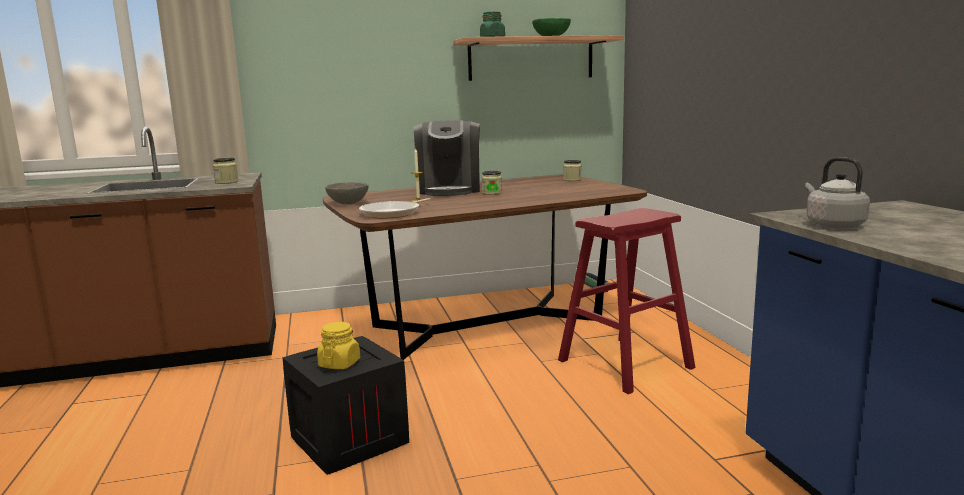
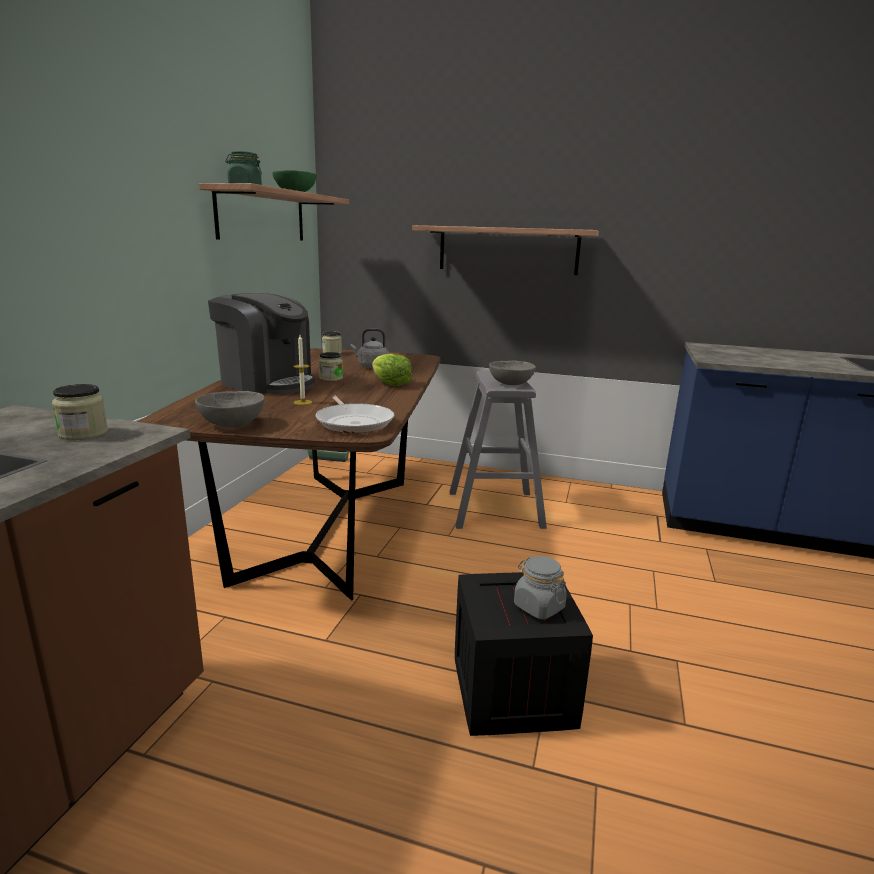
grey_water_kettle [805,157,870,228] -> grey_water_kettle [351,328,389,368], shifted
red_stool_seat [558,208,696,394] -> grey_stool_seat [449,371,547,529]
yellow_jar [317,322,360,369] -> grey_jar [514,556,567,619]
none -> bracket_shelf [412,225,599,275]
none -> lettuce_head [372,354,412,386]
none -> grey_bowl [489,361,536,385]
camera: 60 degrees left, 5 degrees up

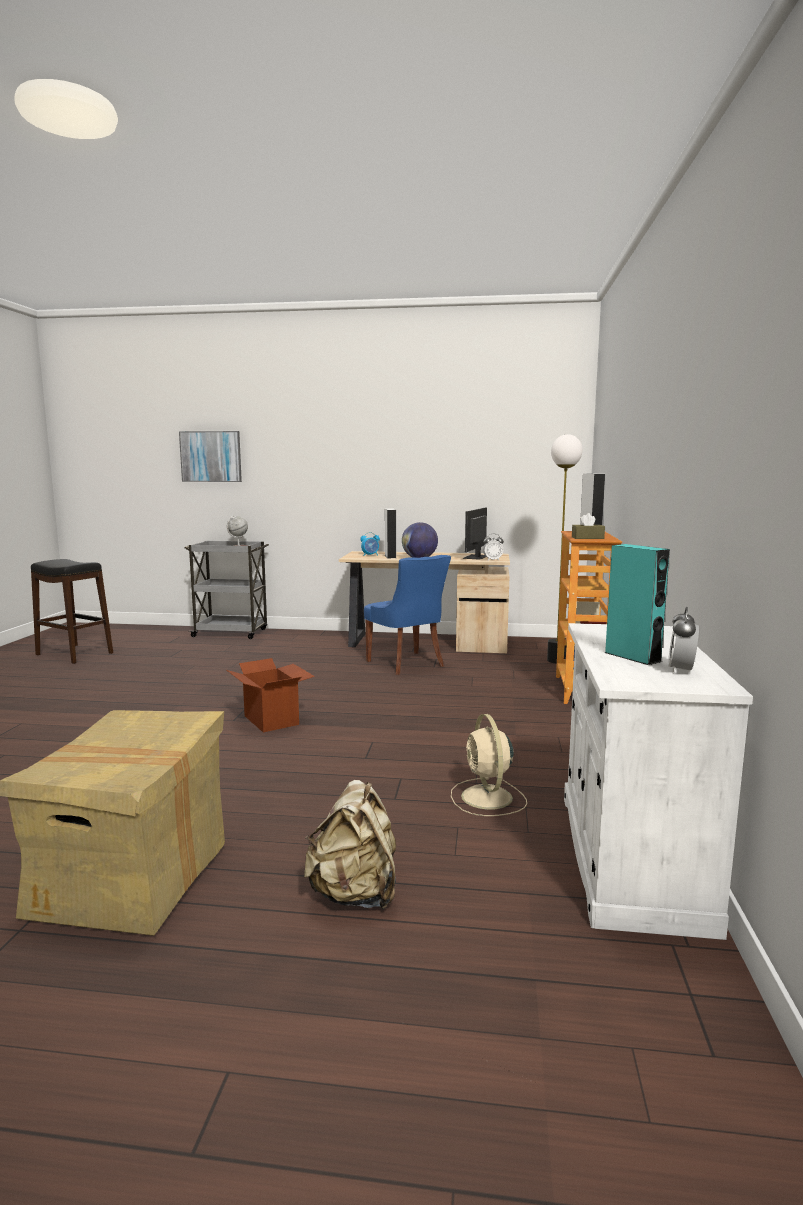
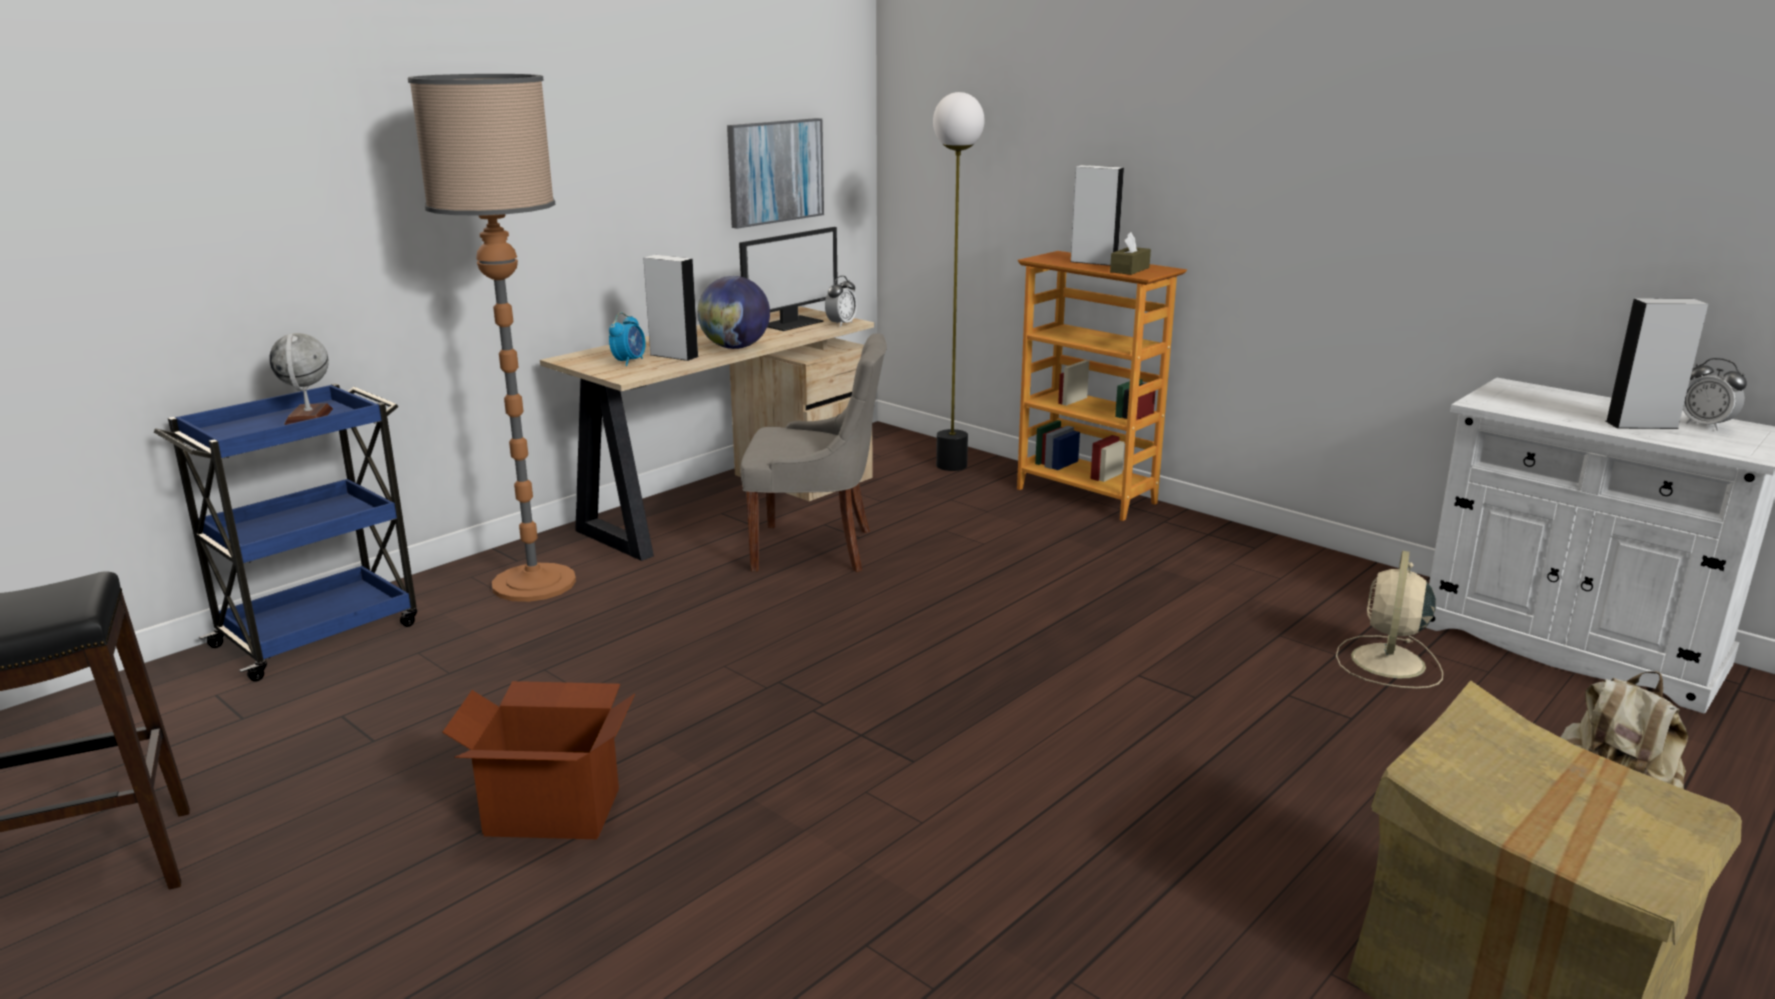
wall_art [179,431,242,482] -> wall_art [727,118,824,229], shifted
computer_display [463,508,487,560] -> computer_display [739,227,838,331], 105 degrees counterclockwise
grey_wheeled_cart [184,541,269,639] -> blue-coloured_wheeled_cart [154,383,417,682]
blue-green_loudspeaker [605,544,670,665] -> grey_loudspeaker [1606,298,1708,429]
blue-coloured_upright_chair [364,555,451,675] -> grey_upright_chair [740,333,887,572]
packing_box [227,658,315,732] -> packing_box [442,681,635,839], shifted
beige_cooling_fan [451,714,527,816] -> beige_cooling_fan [1336,551,1443,688], 90 degrees clockwise
none -> floor_lamp [408,74,576,602]
camera: 55 degrees left, 10 degrees up

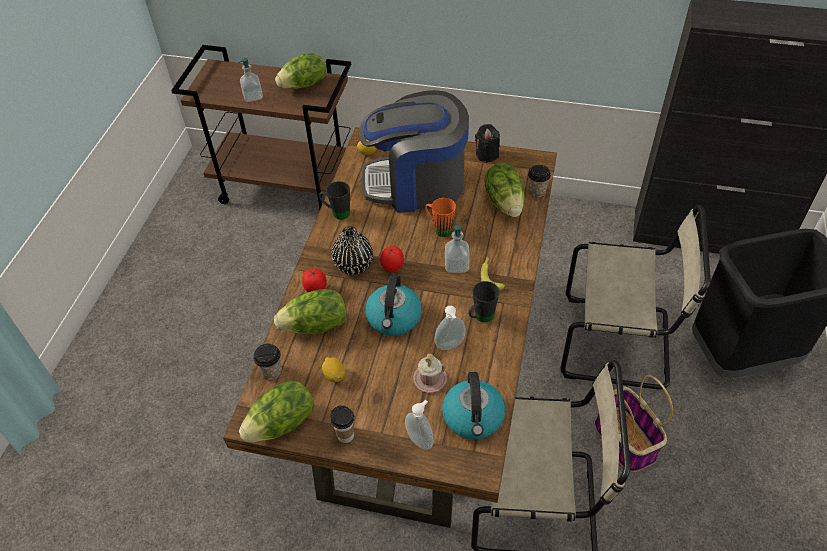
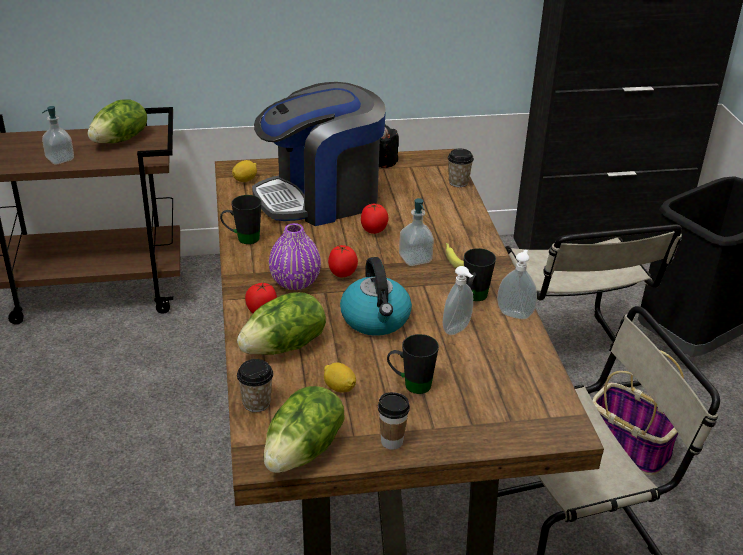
lettuce_head [485,163,525,217] -> none
orange_coffee_mug [425,198,456,237] -> tomato [361,204,388,234]
beige_upright_chair [560,205,711,389] -> beige_upright_chair [505,224,682,392], 90 degrees clockwise
black_flower_vase [332,226,373,275] -> purplish_flower_vase [269,223,321,290]
pink_coffee_mug [413,354,447,393] -> none
water_kettle [442,372,505,439] -> none
soap_dispenser [405,400,434,450] -> soap_dispenser [497,250,537,319], shifted
none -> black_coffee_mug [387,334,439,394]
camera: 25 degrees left, 15 degrees down

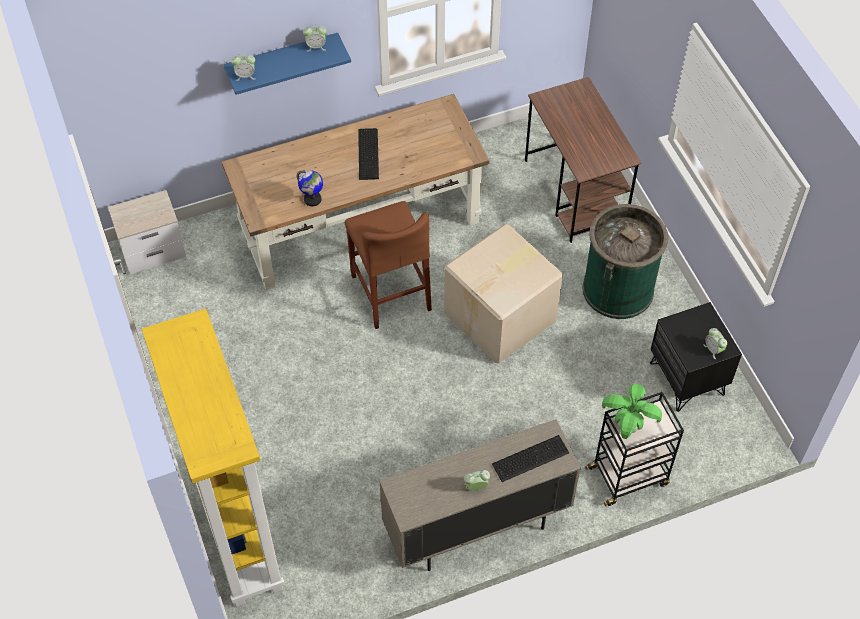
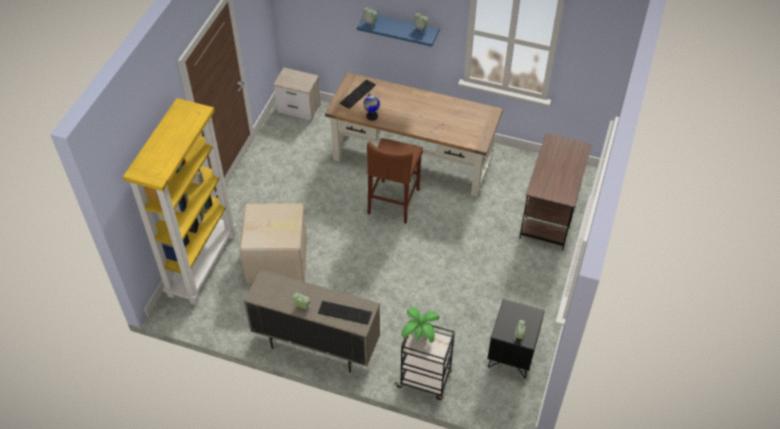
keyboard [358,128,379,180] -> keyboard [339,80,376,109], shifted
green-coloured_trash_can [582,204,668,319] -> none
packing_box [444,224,563,363] -> packing_box [239,203,307,284], shifted
camera: 40 degrees right, 5 degrees down

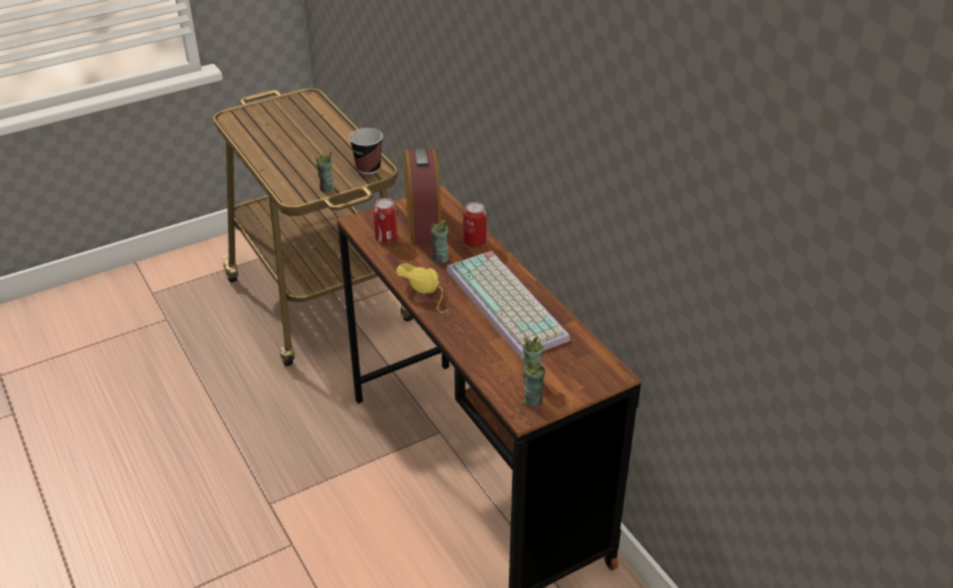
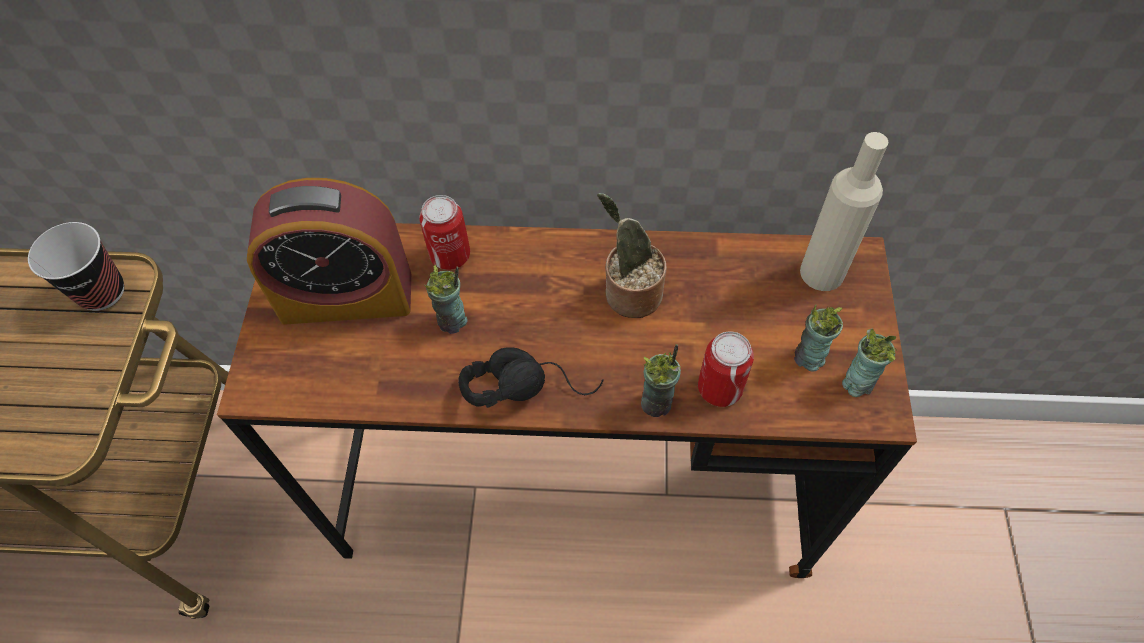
alarm_clock [404,146,441,245] -> alarm_clock [247,178,411,325], 150 degrees clockwise
drinking_cup [316,152,334,193] -> drinking_cup [641,344,681,417], shifted
metal_can [373,198,398,243] -> metal_can [698,332,754,407], shifted
keyboard [447,251,570,359] -> plant_in_a_pot [597,193,667,318]
yellow_headset [396,263,448,313] -> black_headset [458,347,604,408]
none -> beige_drink_bottle [800,132,888,291]
camera: 55 degrees left, 20 degrees up

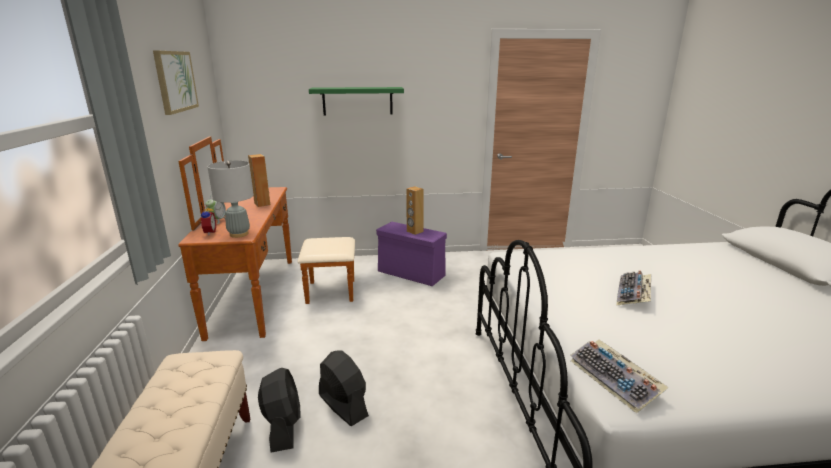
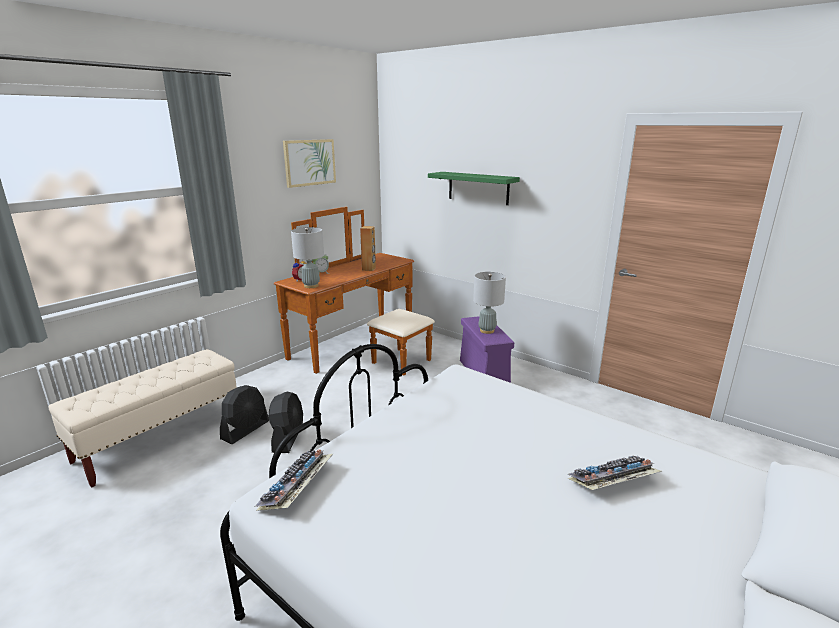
brown-coloured_loudspeaker [406,186,423,235] -> grey_tabletop_lamp [473,272,506,334]
keyboard [616,271,651,305] -> keyboard [567,456,662,490], shifted
camera: 45 degrees right, 0 degrees up

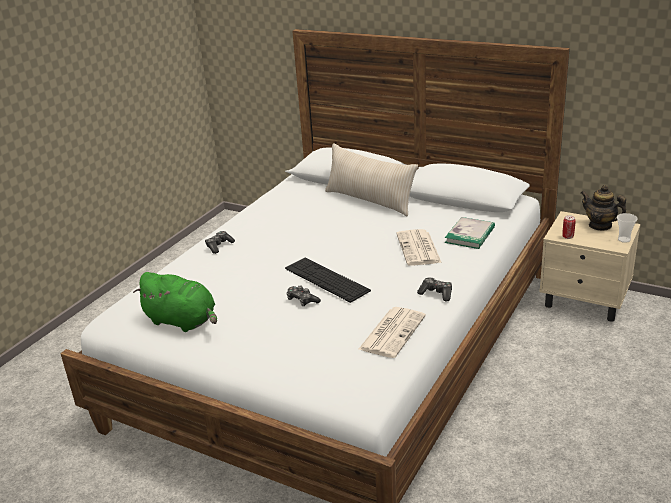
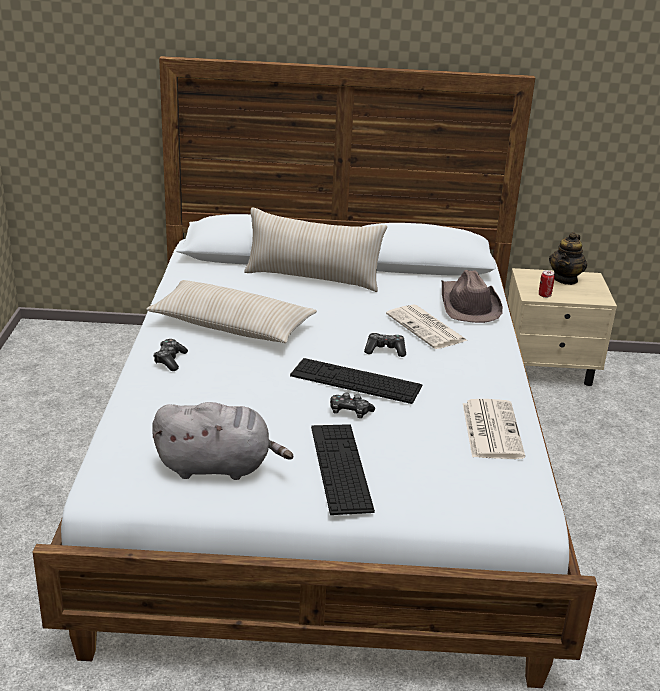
tea_pot [581,185,626,231] -> tea_pot [549,232,587,285], 75 degrees counterclockwise
drinking_cup [617,213,638,243] -> none
volume [445,217,495,249] -> brown-coloured_clothing_hat [441,270,503,323]
green-coloured_cuddly_toy [133,272,217,332] -> grey_cuddly_toy [152,402,293,480]
gamepad [417,278,452,302] -> gamepad [364,333,406,357], shifted
none -> beige_throw_pillow [146,280,317,343]
none -> keyboard [311,424,375,515]
camera: 30 degrees left, 0 degrees up

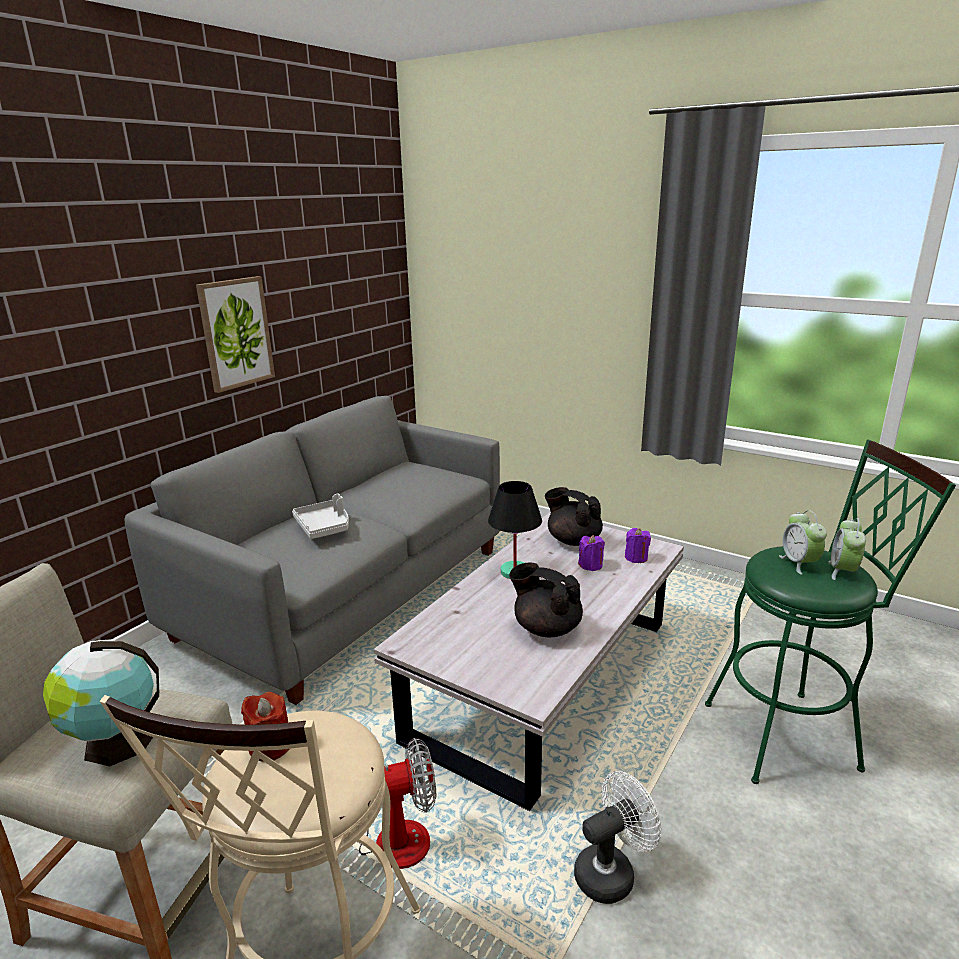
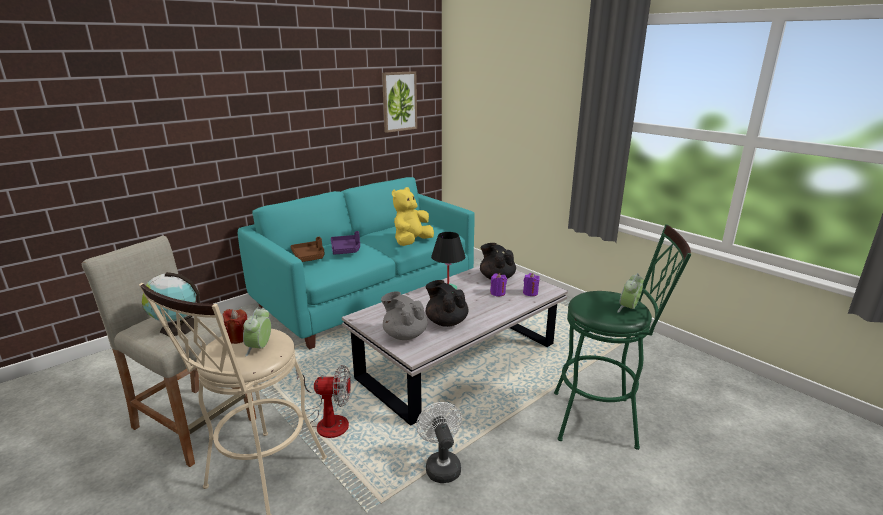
wall_art [196,276,275,393] -> wall_art [382,71,417,133], shifted
grey_couch [125,396,500,705] -> blue-green_couch [238,177,475,349]
grey_tray [292,494,349,539] -> purplish_tray [331,231,360,254]
alarm_clock [779,510,827,575] -> alarm_clock [243,307,271,357], shifted
whitish_cooling_fan [574,771,661,904] -> whitish_cooling_fan [416,402,462,483], 90 degrees counterclockwise
none -> yellow_cuddly_toy [392,187,434,246]
none -> brown-coloured_tray [291,237,324,262]
none -> grey_tea_pot [381,291,428,340]
camera: 15 degrees right, 0 degrees up

